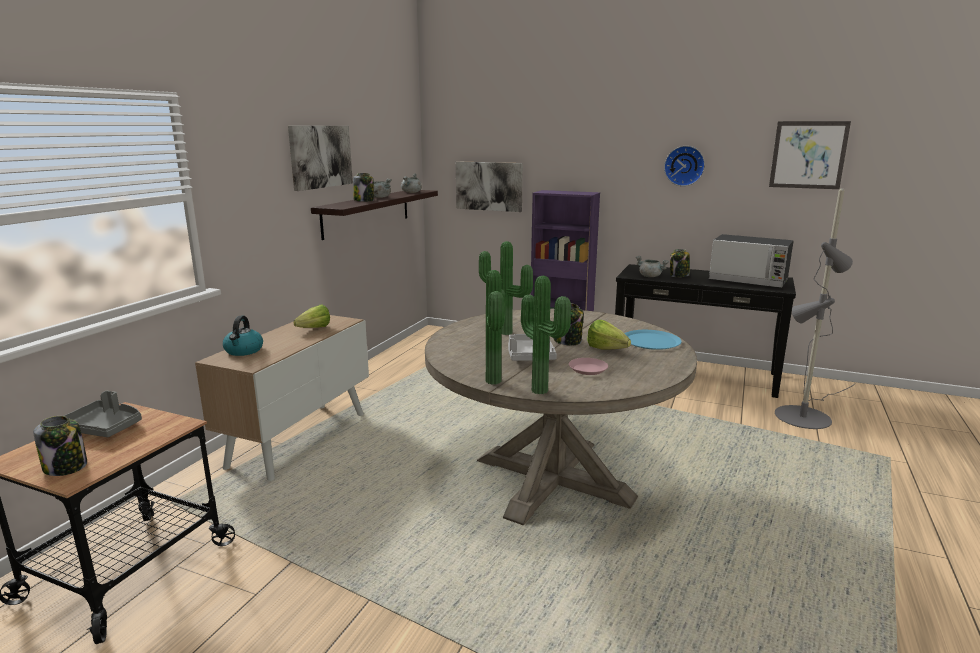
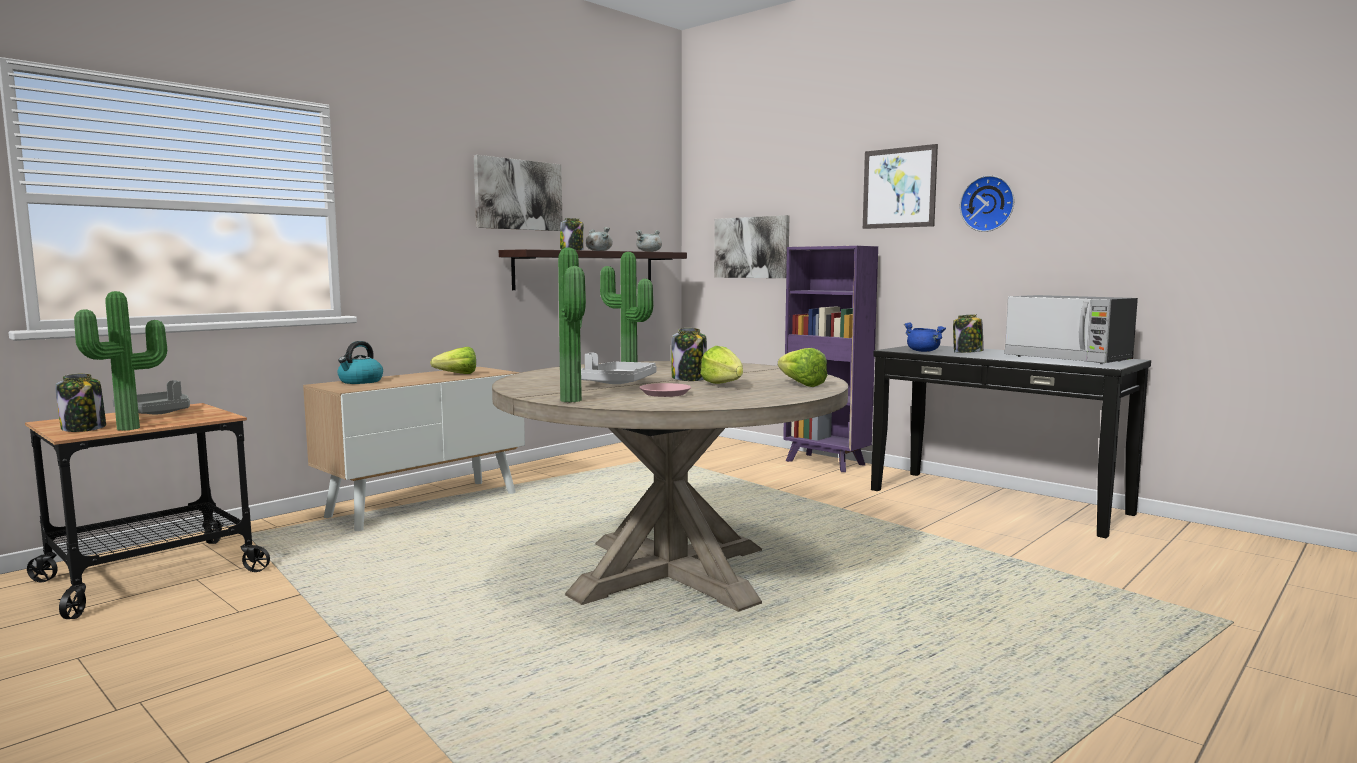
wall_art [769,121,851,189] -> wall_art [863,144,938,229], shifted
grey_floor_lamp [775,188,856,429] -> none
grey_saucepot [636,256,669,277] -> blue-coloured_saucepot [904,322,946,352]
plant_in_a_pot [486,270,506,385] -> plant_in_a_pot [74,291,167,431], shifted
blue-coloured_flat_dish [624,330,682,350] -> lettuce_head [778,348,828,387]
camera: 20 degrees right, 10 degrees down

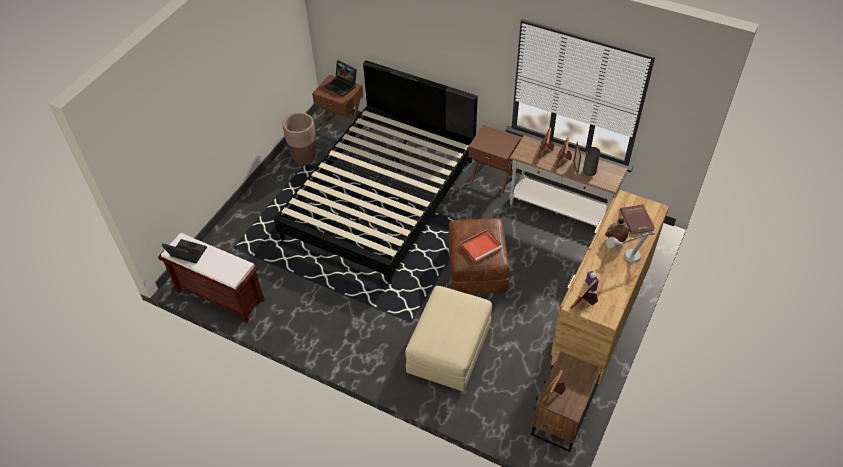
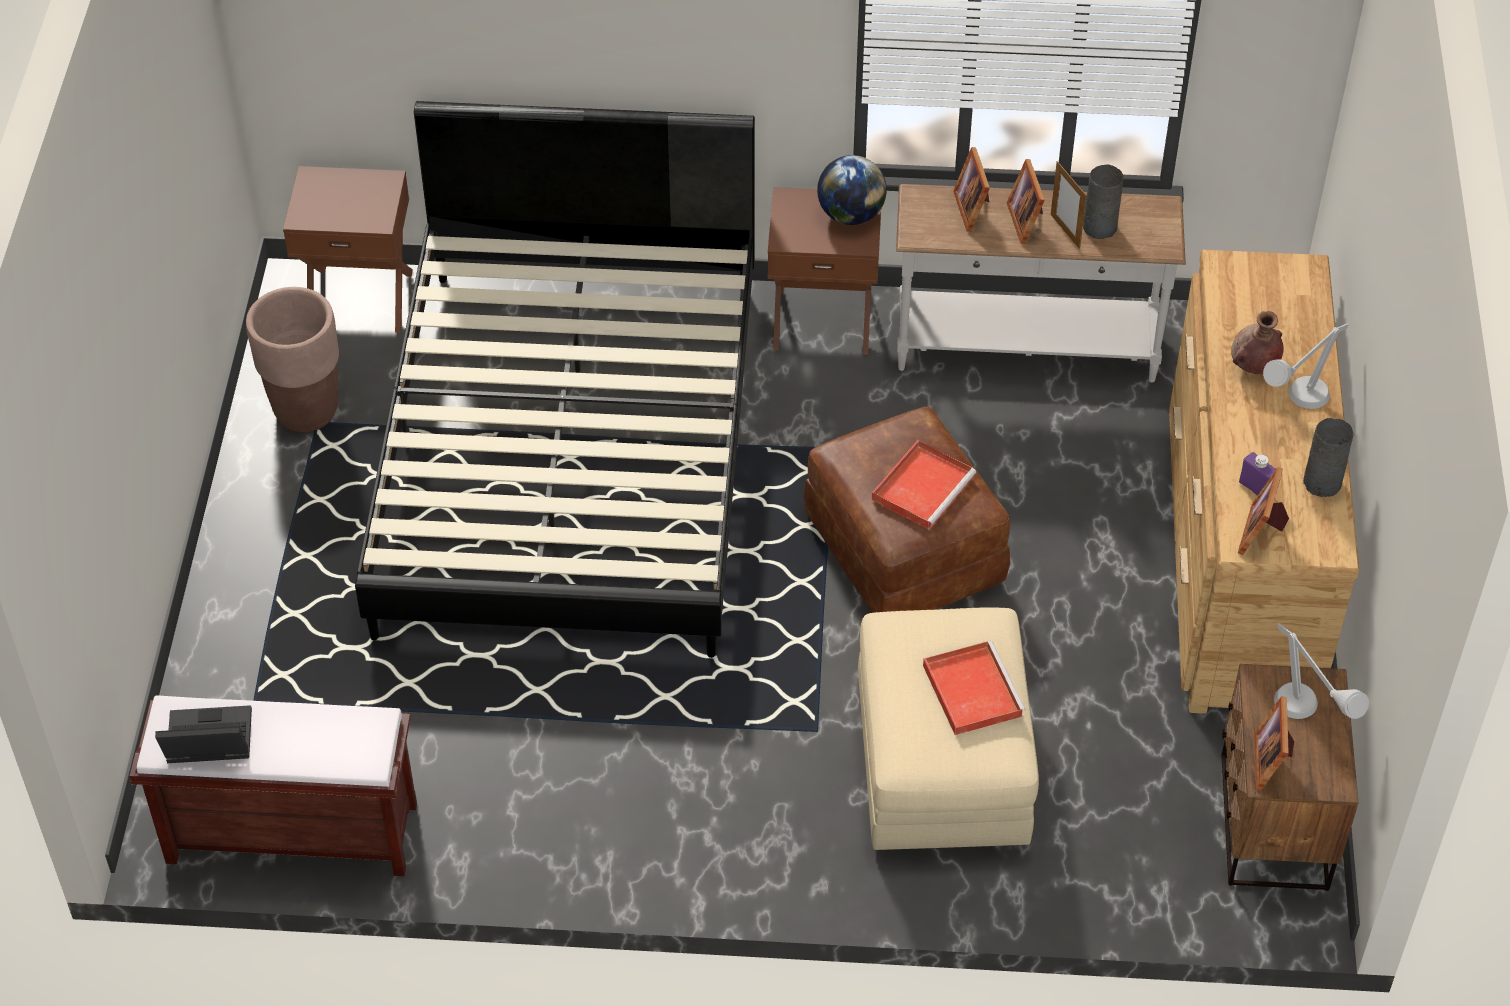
laptop [325,60,357,97] -> none
red_volume [620,204,655,234] -> none
none -> desk_globe [817,155,887,225]
none -> grey_flower_vase [1303,418,1353,497]
none -> grey_tabletop_lamp [1274,623,1369,719]
none -> red_tray [923,641,1026,735]
camera: 25 degrees left, 0 degrees up

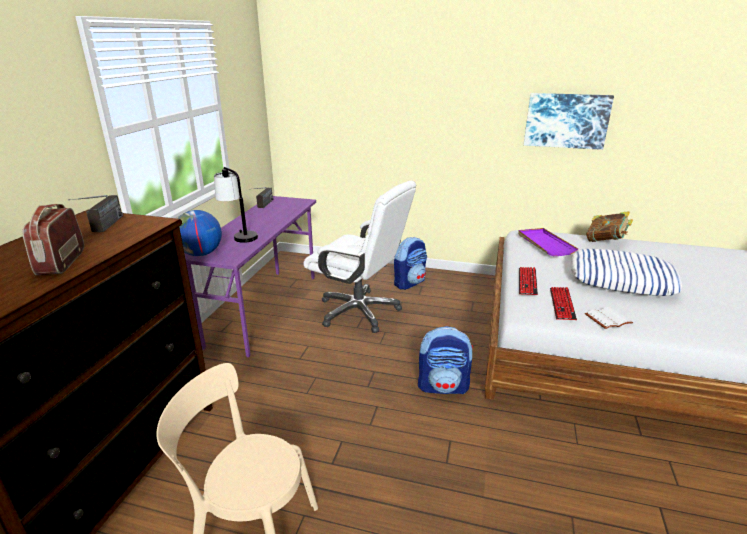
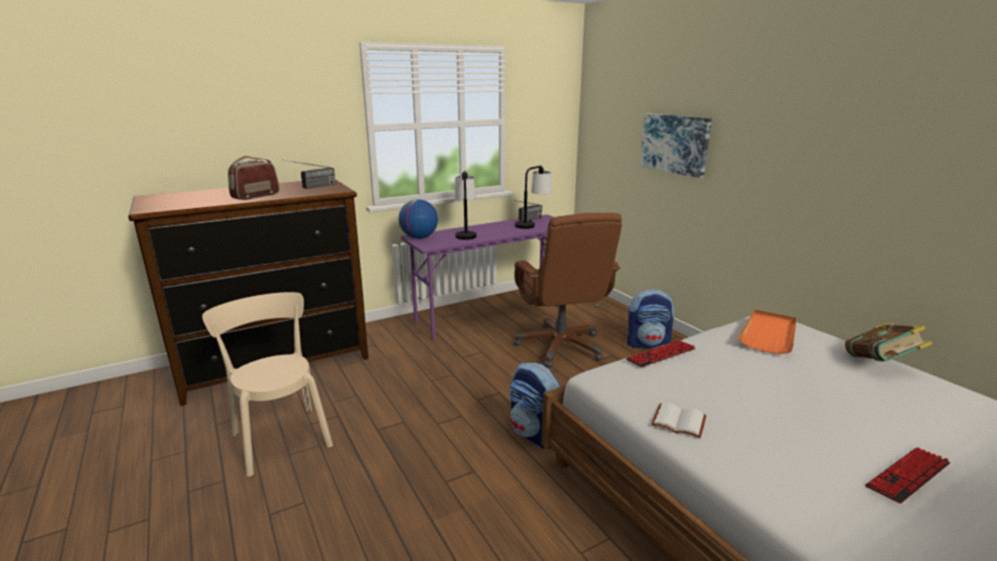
wall_art [524,93,614,150] -> wall_art [640,113,712,178], shifted
whitish_desk_chair [303,181,416,333] -> brown-coloured_desk_chair [514,213,622,368]
purplish_tray [518,228,578,256] -> orange_tray [738,310,797,354]
throw_pillow [571,249,682,296] -> none
keyboard [550,287,577,320] -> keyboard [865,447,950,504], shifted
none -> tabletop_lamp [515,166,552,229]
camera: 45 degrees right, 5 degrees down

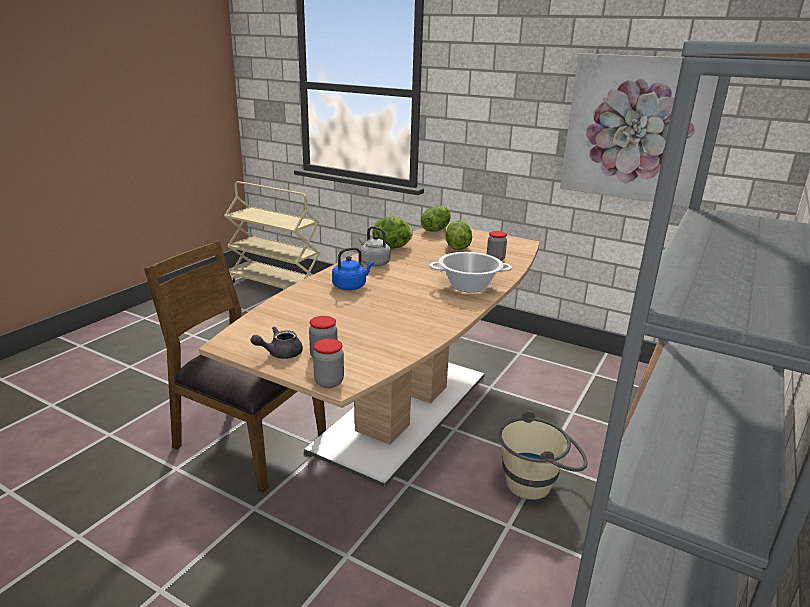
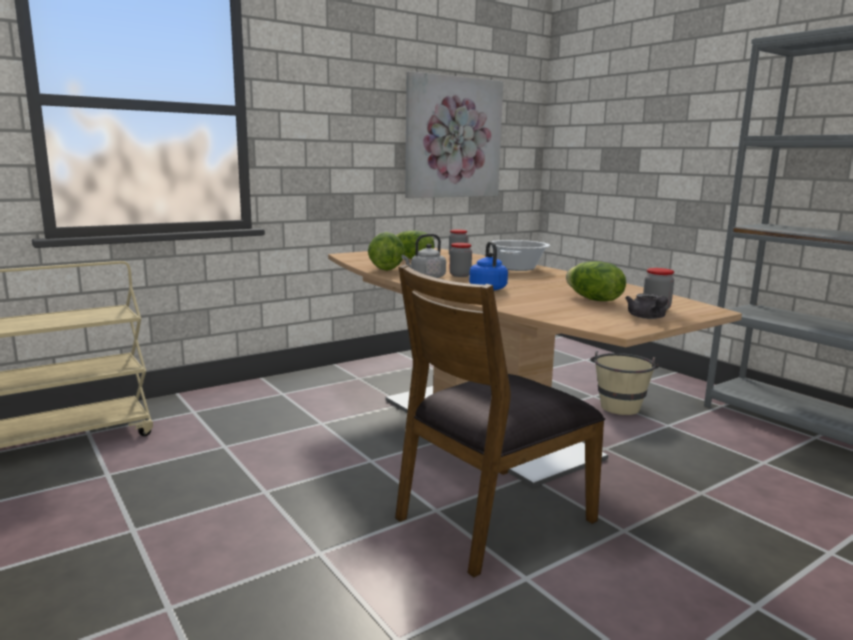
lettuce_head [421,205,451,232] -> lettuce_head [566,261,626,301], shifted
jar [313,339,344,388] -> jar [450,243,472,277], shifted
camera: 65 degrees left, 10 degrees down

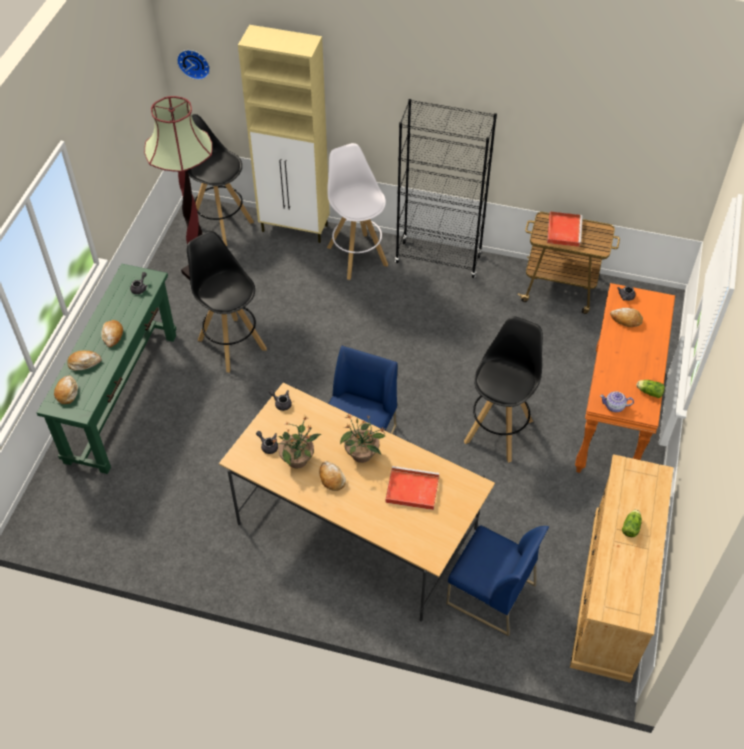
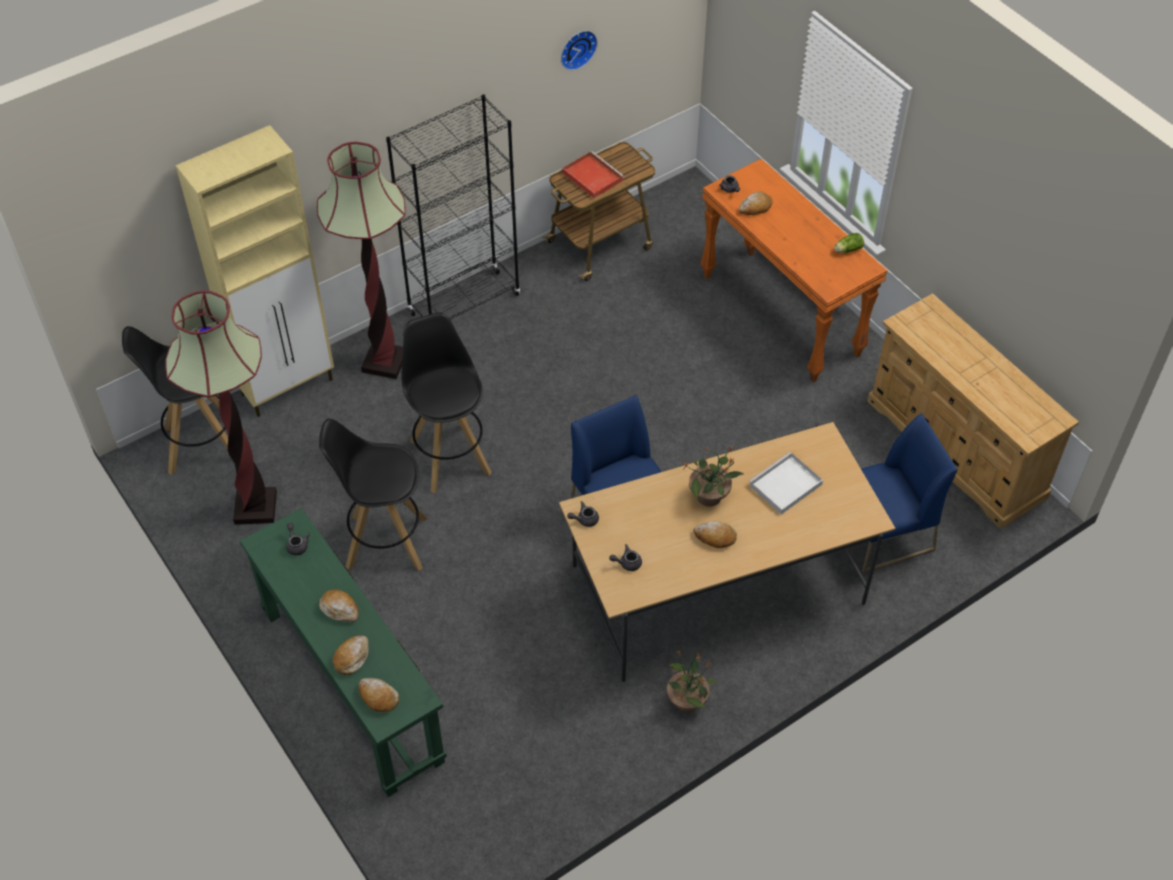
hanging_clock [177,50,210,80] -> hanging_clock [561,31,598,70], shifted
whitish_stool_seat [327,143,388,280] -> floor_lamp [317,142,406,379]
black_stool_seat [464,317,543,463] -> black_stool_seat [402,312,492,493], shifted
tea_pot [600,391,634,412] -> none
plant_in_a_pot [272,416,321,468] -> plant_in_a_pot [667,650,717,712], shifted
red_tray [385,466,439,510] -> whitish_tray [749,452,823,514]
lettuce_head [622,510,642,537] -> none
camera: 50 degrees left, 0 degrees up

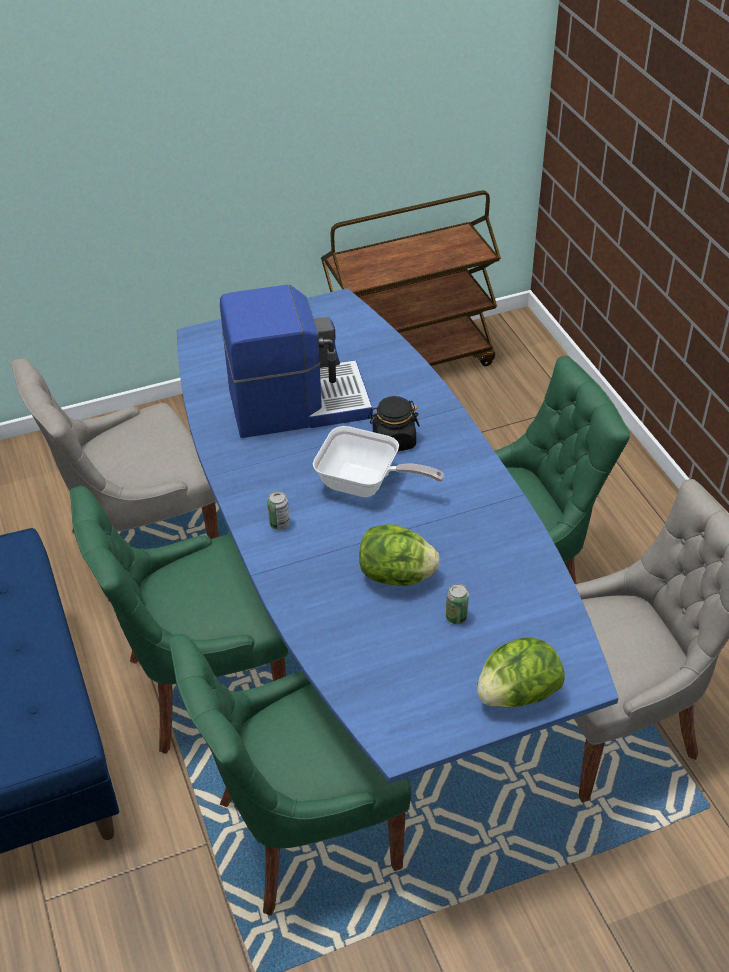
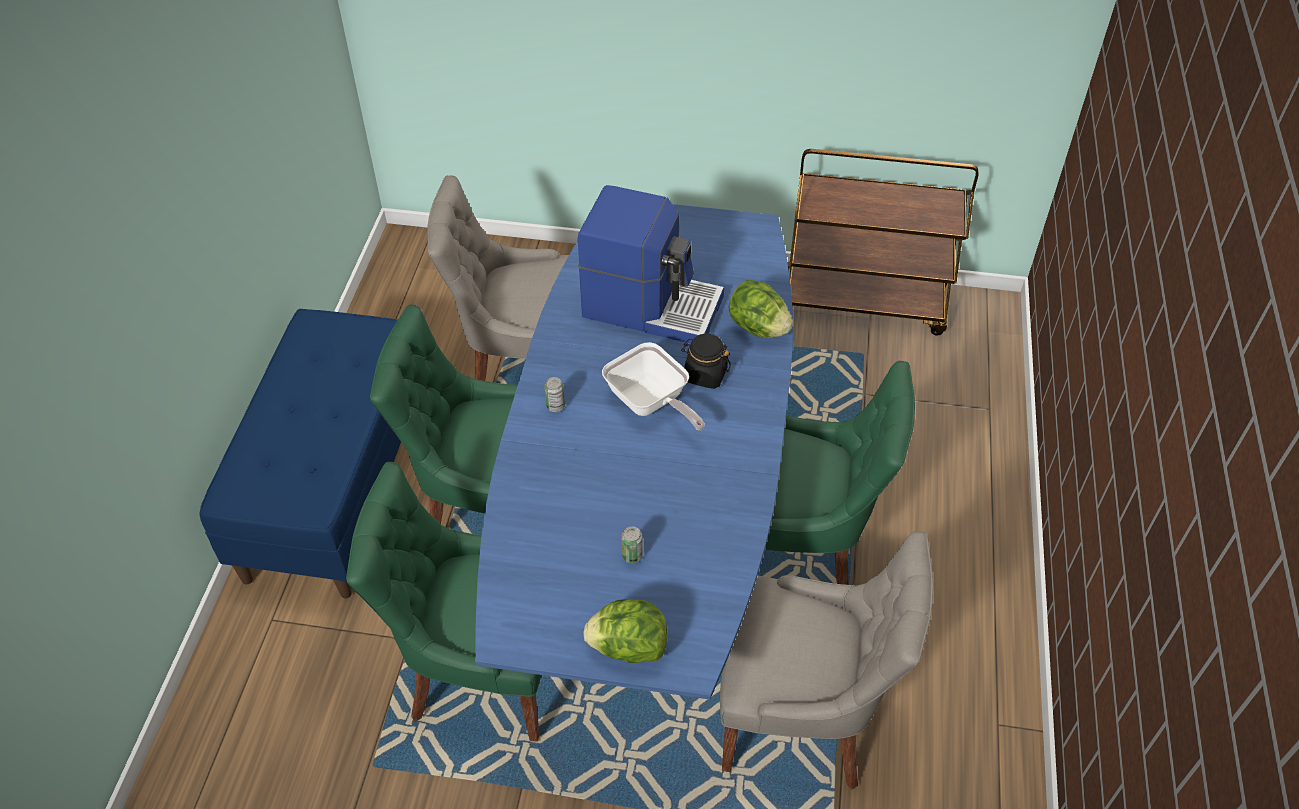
lettuce_head [359,524,440,586] -> lettuce_head [729,280,793,338], shifted
camera: 30 degrees right, 5 degrees up

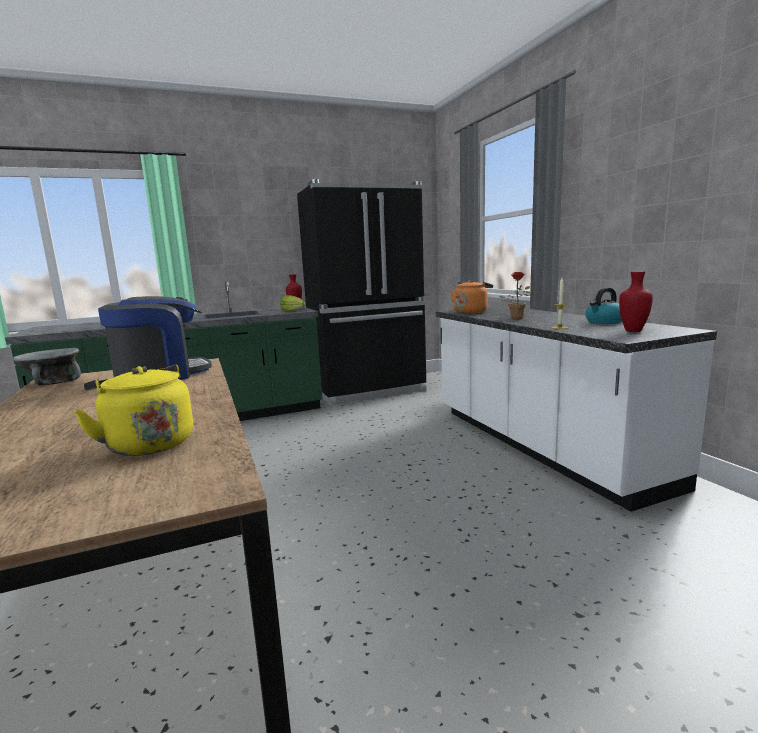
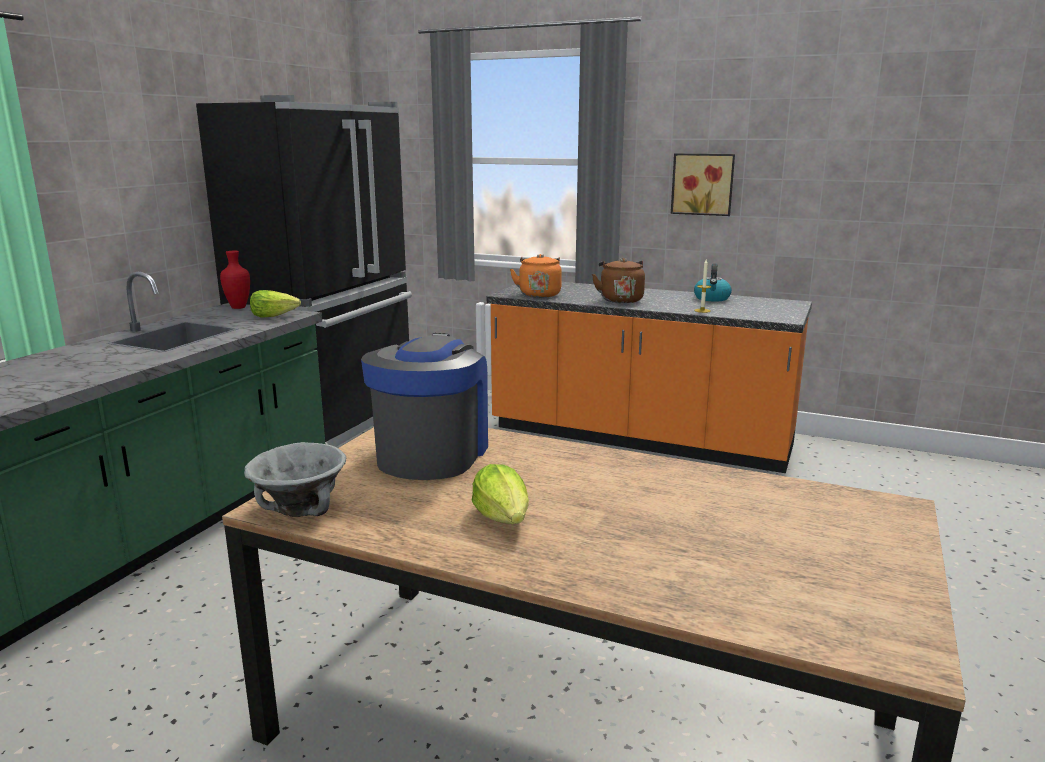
red_flower_vase [619,271,653,332] -> none
plant_in_a_pot [500,272,530,319] -> brown-coloured_water_kettle [592,258,645,303]
whitish_counter [436,306,717,512] -> orange_counter [487,282,812,473]
yellow_water_kettle [74,364,193,456] -> none
none -> wall_art [671,153,735,216]
none -> lettuce_head [472,464,529,524]
camera: 45 degrees left, 5 degrees up

